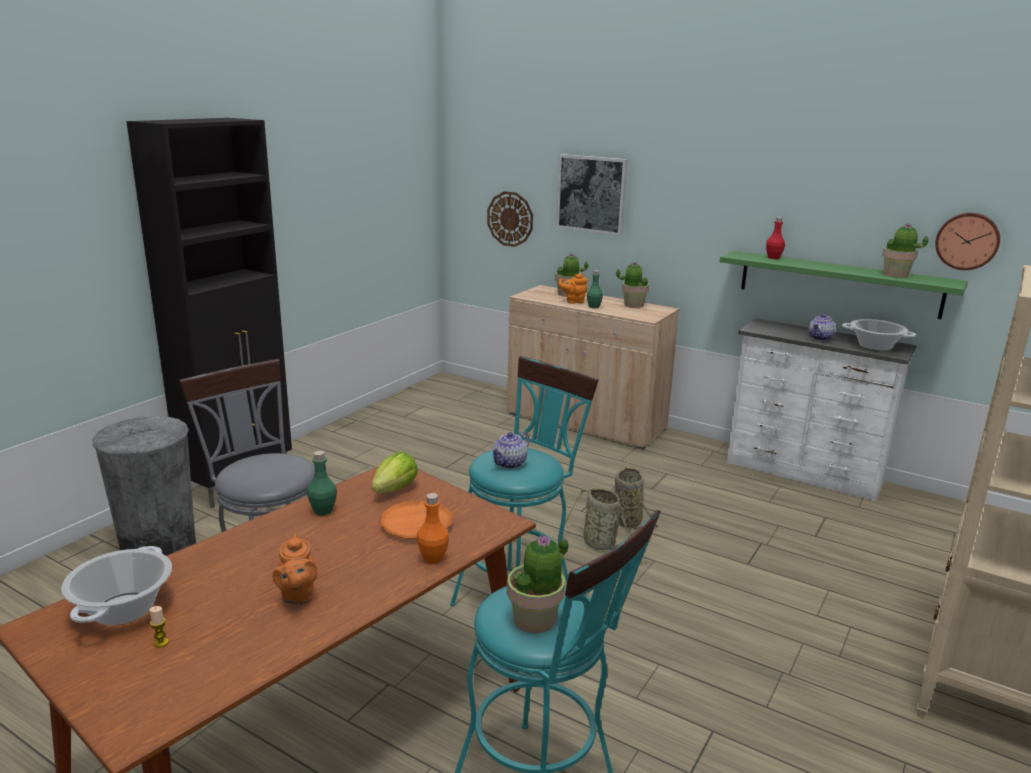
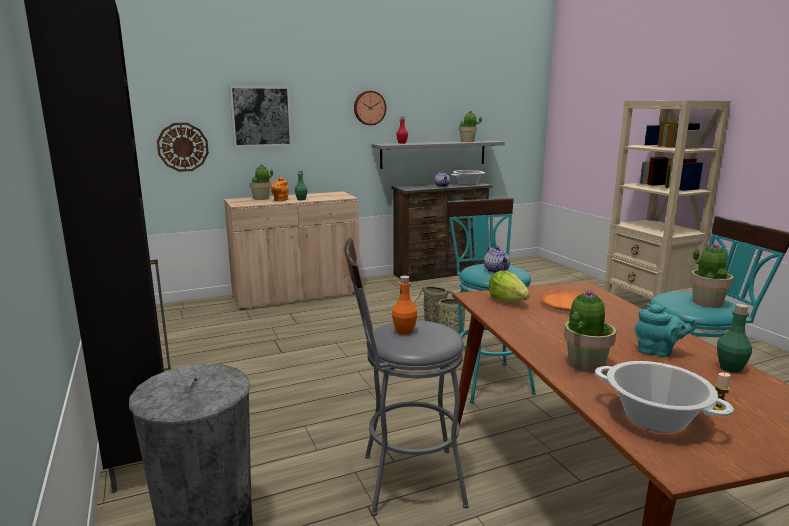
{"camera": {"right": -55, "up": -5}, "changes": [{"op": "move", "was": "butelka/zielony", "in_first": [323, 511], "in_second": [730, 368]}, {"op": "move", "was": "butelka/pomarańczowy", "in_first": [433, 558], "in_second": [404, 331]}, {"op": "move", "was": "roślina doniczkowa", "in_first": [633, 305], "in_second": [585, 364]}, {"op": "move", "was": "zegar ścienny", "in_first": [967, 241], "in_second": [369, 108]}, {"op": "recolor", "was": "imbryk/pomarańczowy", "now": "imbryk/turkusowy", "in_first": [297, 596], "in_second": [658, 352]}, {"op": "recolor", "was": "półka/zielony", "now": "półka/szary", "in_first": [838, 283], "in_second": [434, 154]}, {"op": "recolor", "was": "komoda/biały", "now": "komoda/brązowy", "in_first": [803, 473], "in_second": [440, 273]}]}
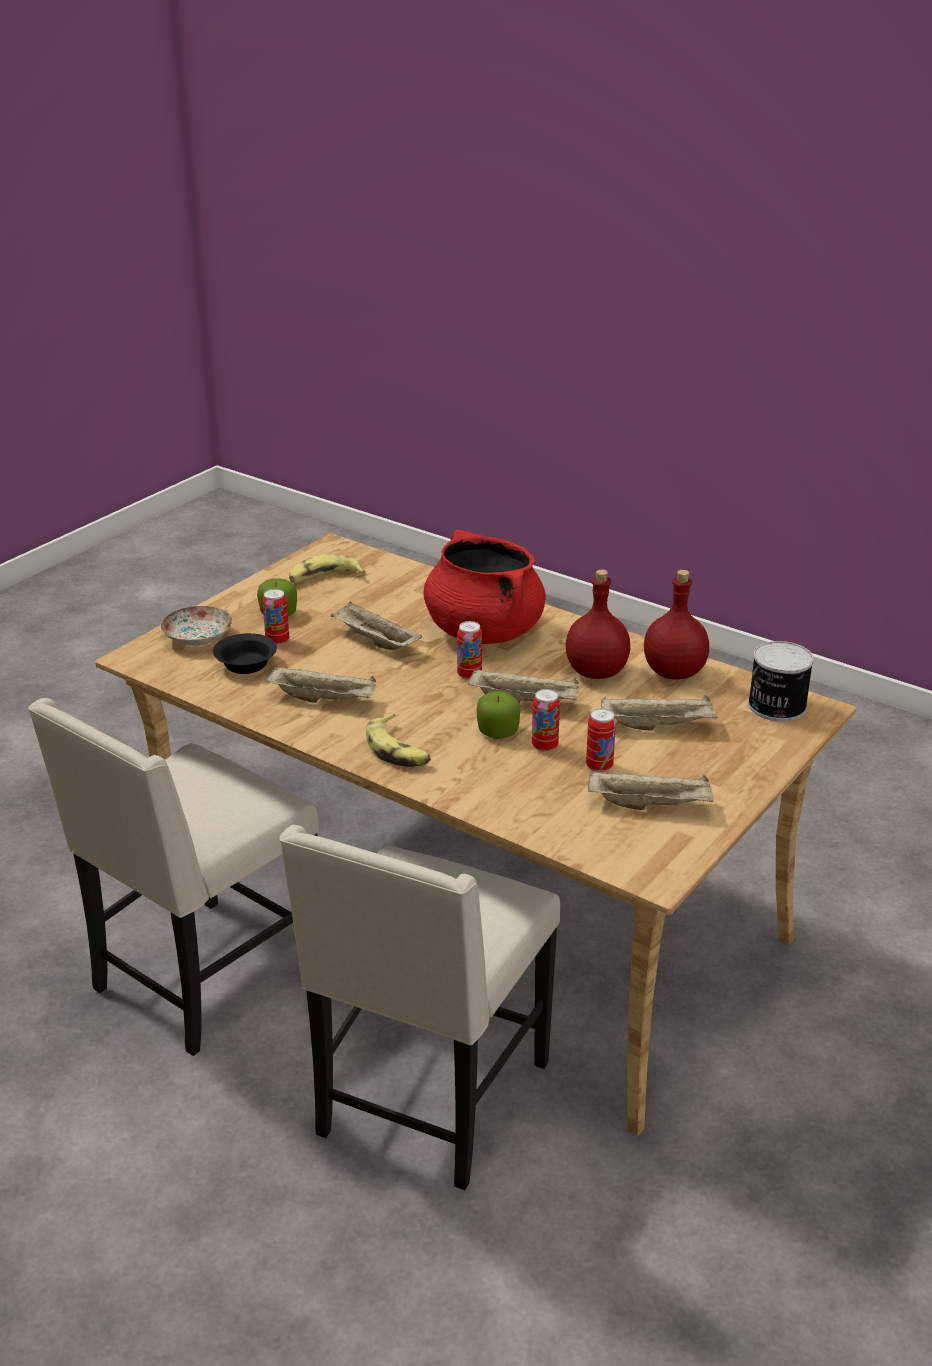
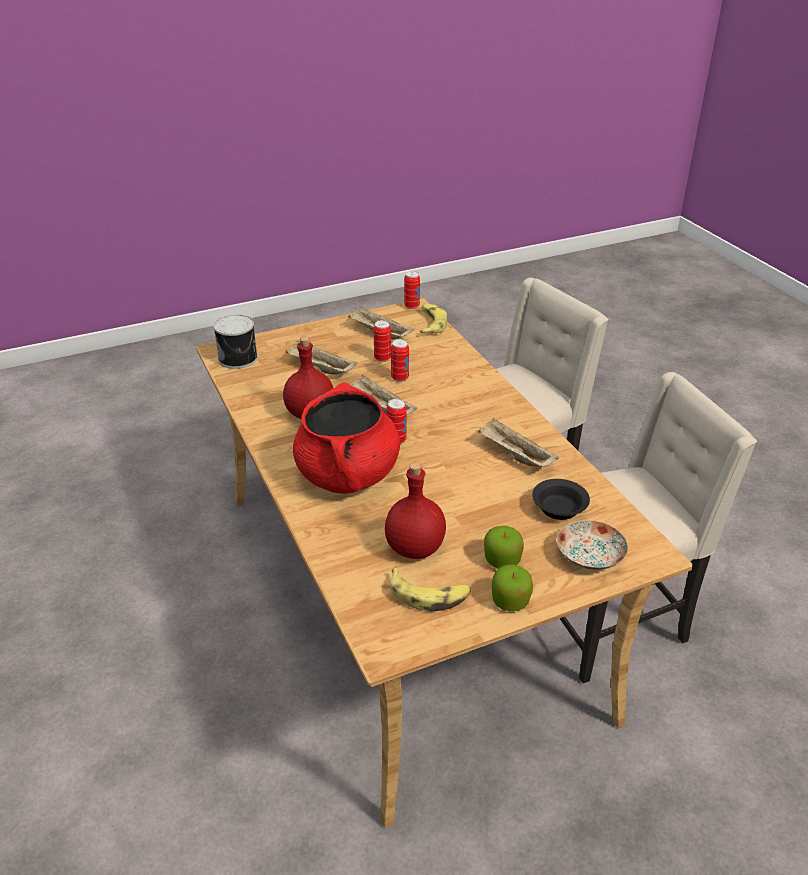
{"camera": {"right": -150, "up": 5}, "changes": [{"op": "delete", "was": "taca/beżowy", "in_first": [374, 641]}, {"op": "move", "was": "puszka", "in_first": [277, 641], "in_second": [411, 306]}, {"op": "move", "was": "banan", "in_first": [398, 750], "in_second": [430, 324]}, {"op": "move", "was": "jabłko", "in_first": [498, 731], "in_second": [510, 601]}, {"op": "move", "was": "butelka/czerwony", "in_first": [675, 672], "in_second": [414, 547]}]}
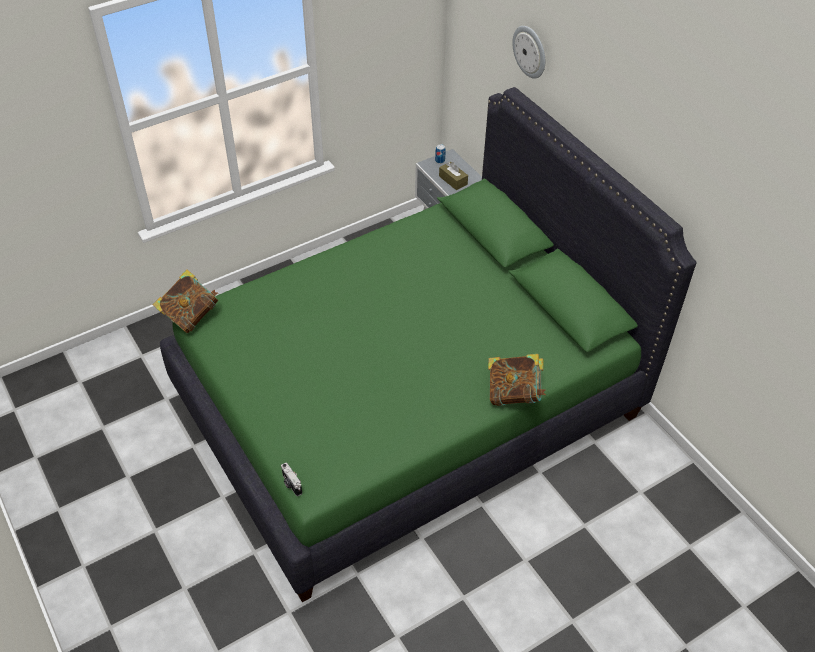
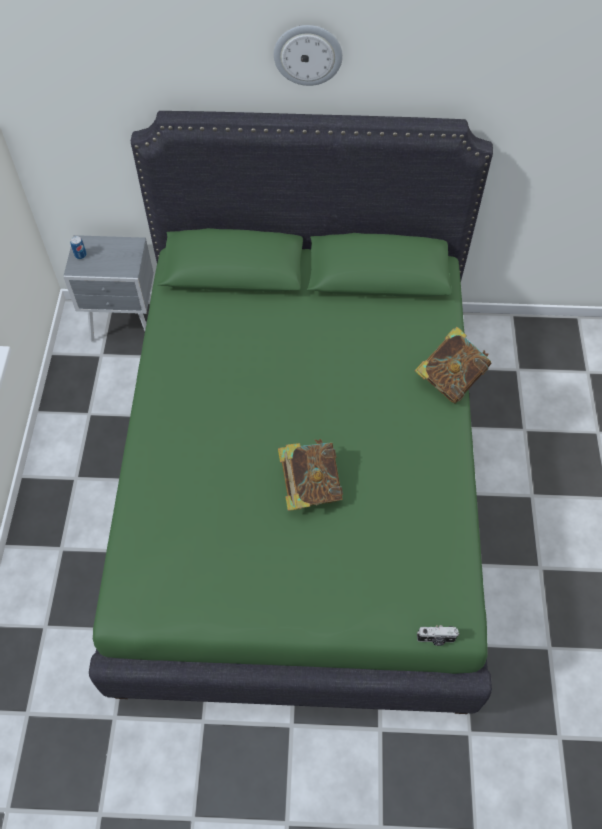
{"camera": {"right": -55, "up": 10}, "changes": [{"op": "delete", "was": "pudełko chusteczek/brązowy", "in_first": [453, 180]}, {"op": "move", "was": "książka", "in_first": [190, 316], "in_second": [310, 486]}, {"op": "move", "was": "zegar ścienny", "in_first": [530, 51], "in_second": [308, 54]}]}
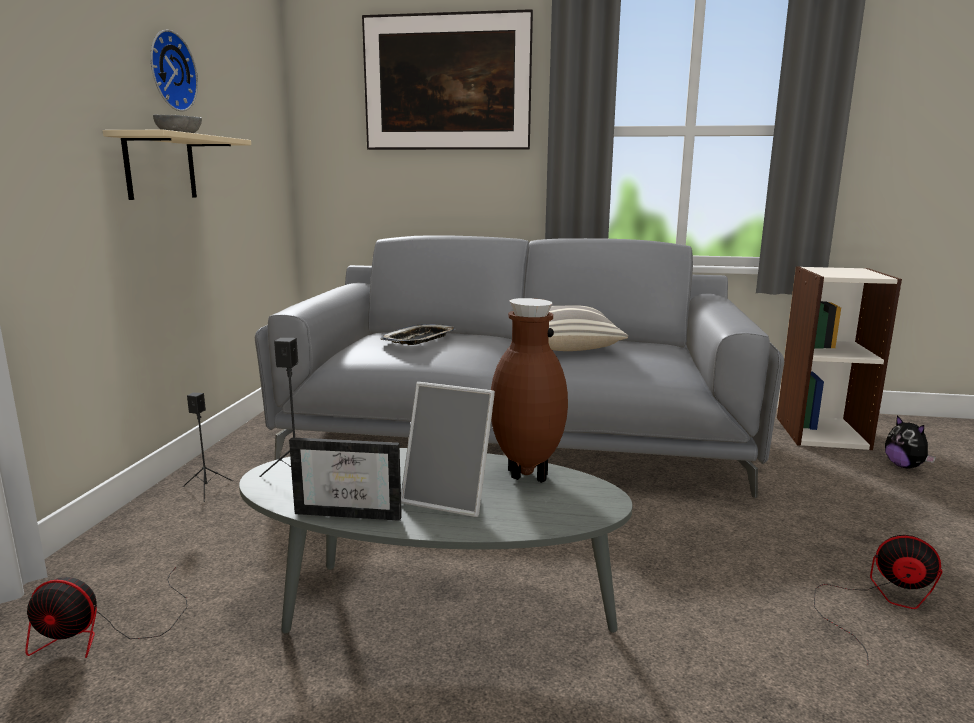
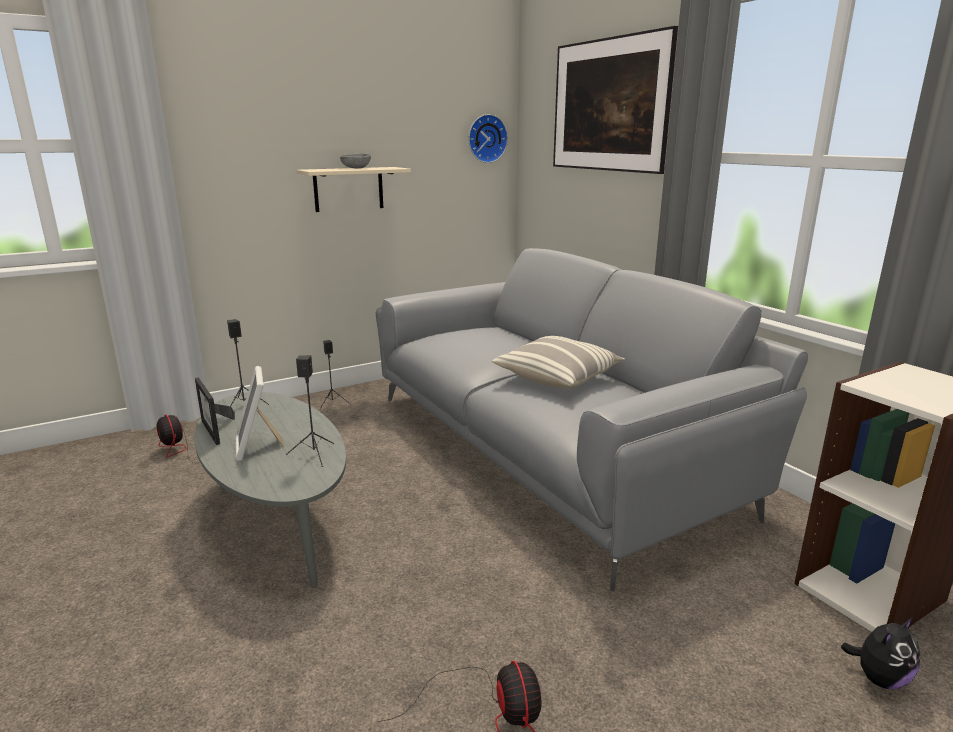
{"camera": {"right": 50, "up": 5}, "changes": [{"op": "delete", "was": "taca", "in_first": [419, 340]}, {"op": "move", "was": "zegar ścienny", "in_first": [169, 71], "in_second": [486, 138]}, {"op": "replace", "was": "wazon/brązowy", "now": "głośnik/czarny", "in_first": [525, 475], "in_second": [314, 454]}, {"op": "rotate", "was": "pluszak", "in_first": [904, 466], "in_second": [879, 678], "clockwise": -150}]}
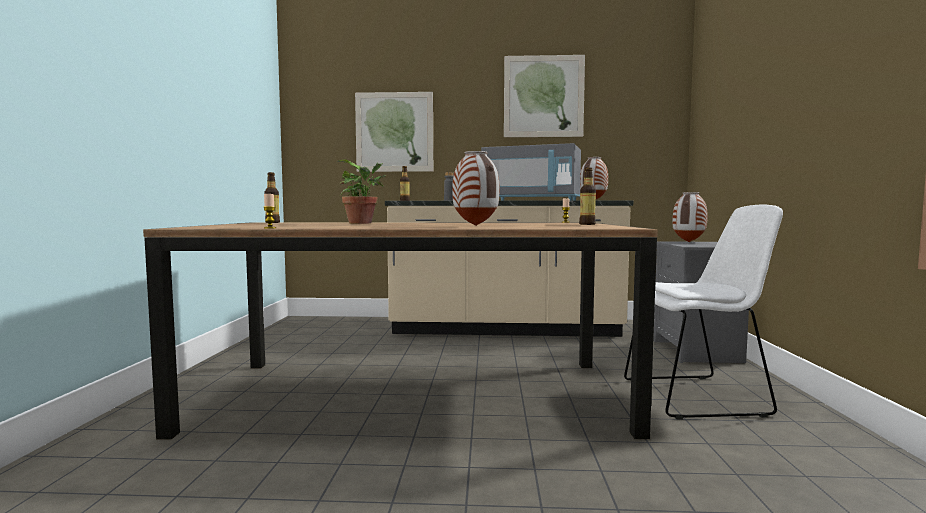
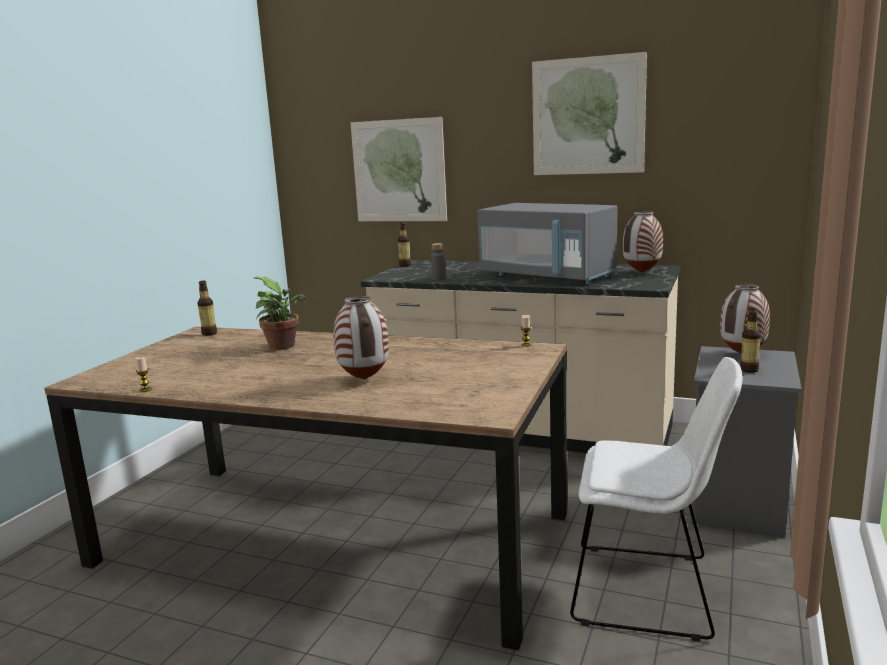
{"camera": {"right": 20, "up": 10}, "changes": [{"op": "move", "was": "butelka", "in_first": [587, 224], "in_second": [748, 370]}]}
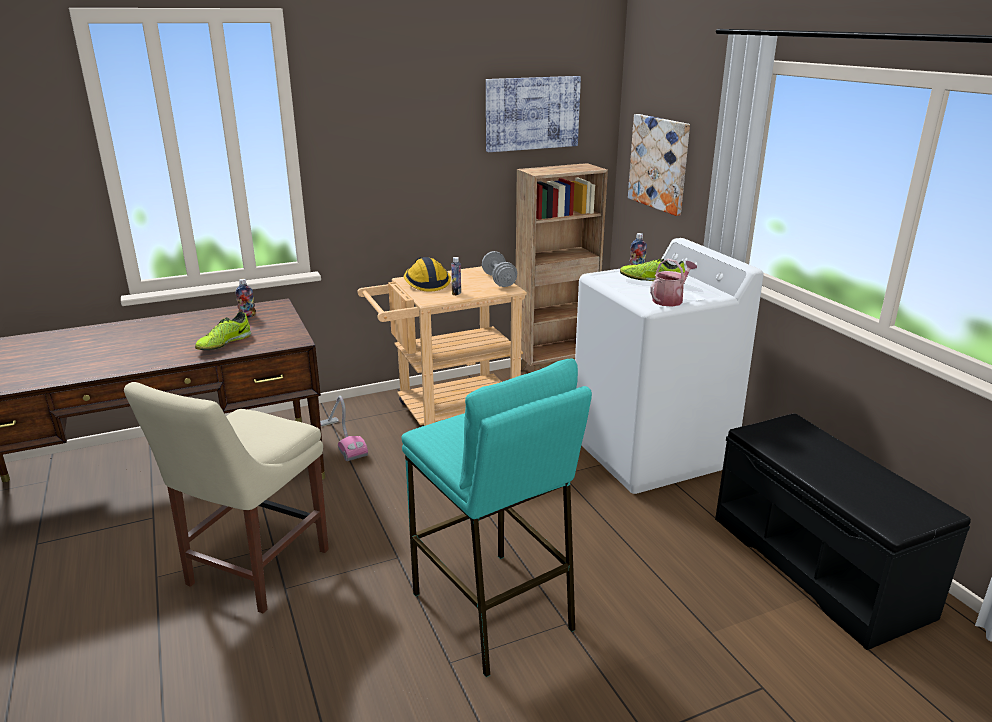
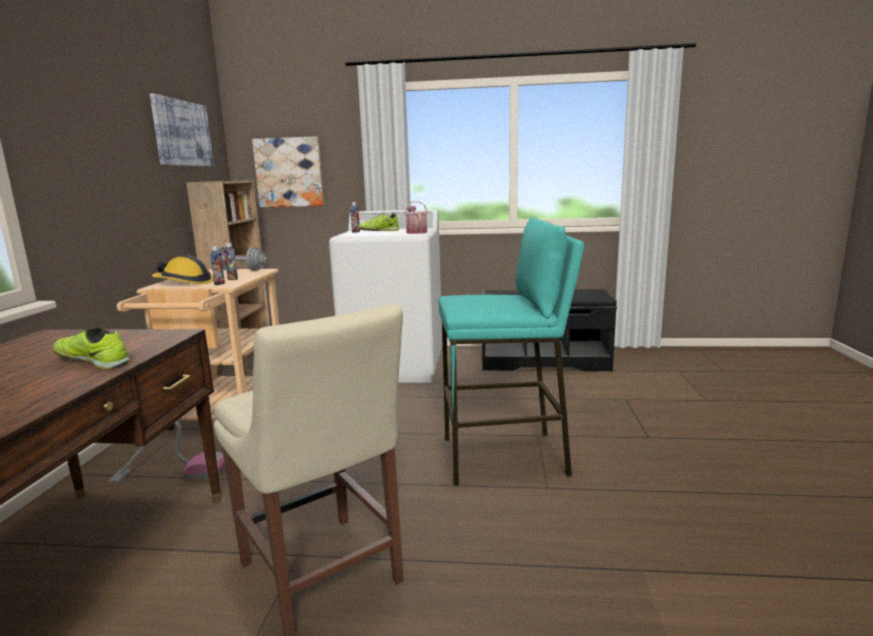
{"camera": {"right": -60, "up": -10}, "changes": [{"op": "move", "was": "butelka", "in_first": [247, 316], "in_second": [219, 284]}, {"op": "rotate", "was": "but", "in_first": [224, 344], "in_second": [93, 361], "clockwise": 150}]}
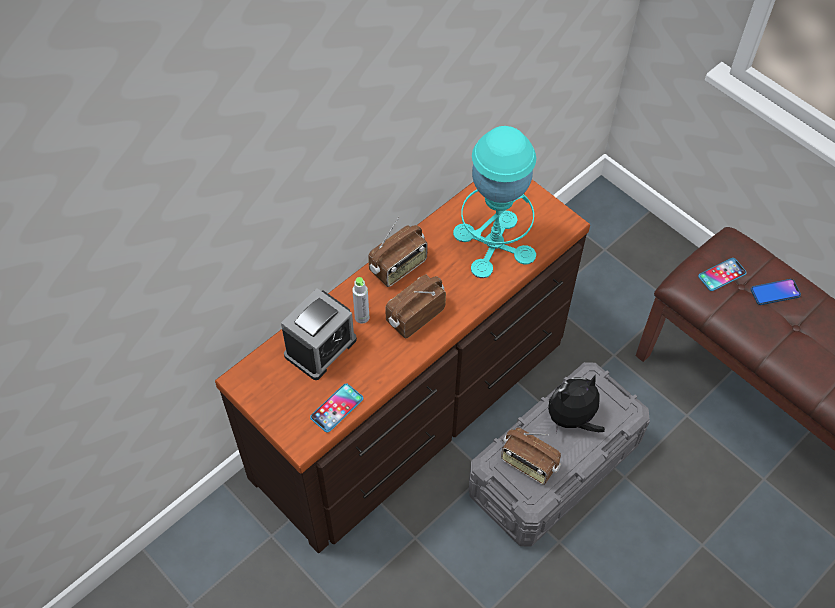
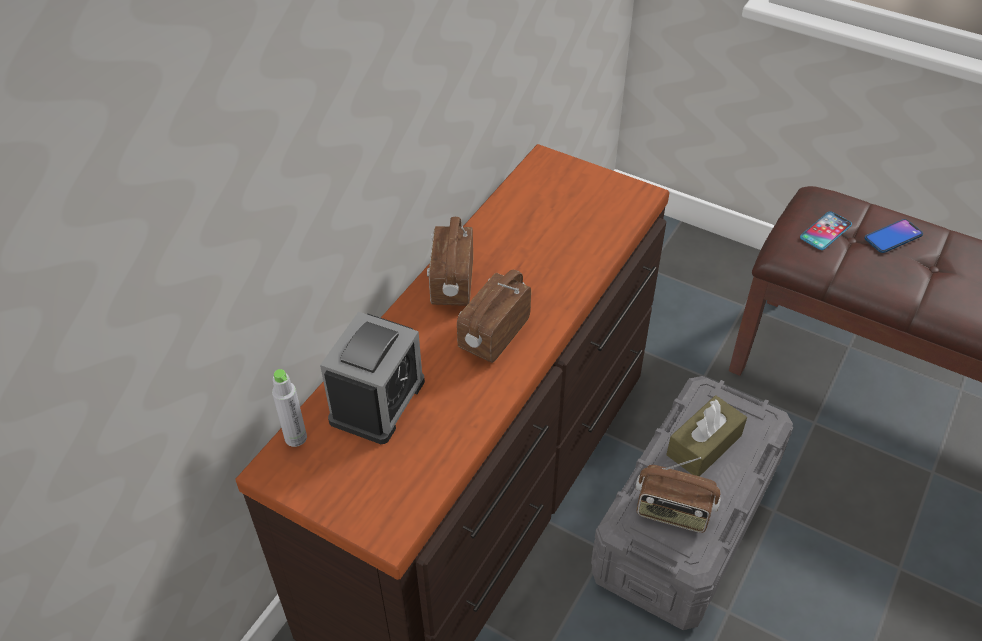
{"camera": {"right": -15, "up": -10}, "changes": [{"op": "delete", "was": "telefon", "in_first": [337, 408]}, {"op": "delete", "was": "lampa stołowa/turkusowy", "in_first": [494, 244]}, {"op": "move", "was": "butelka/szary", "in_first": [362, 317], "in_second": [295, 438]}, {"op": "replace", "was": "pluszak", "now": "pudełko chusteczek/brązowy", "in_first": [572, 419], "in_second": [704, 445]}, {"op": "rotate", "was": "radio", "in_first": [399, 267], "in_second": [451, 283], "clockwise": 150}]}
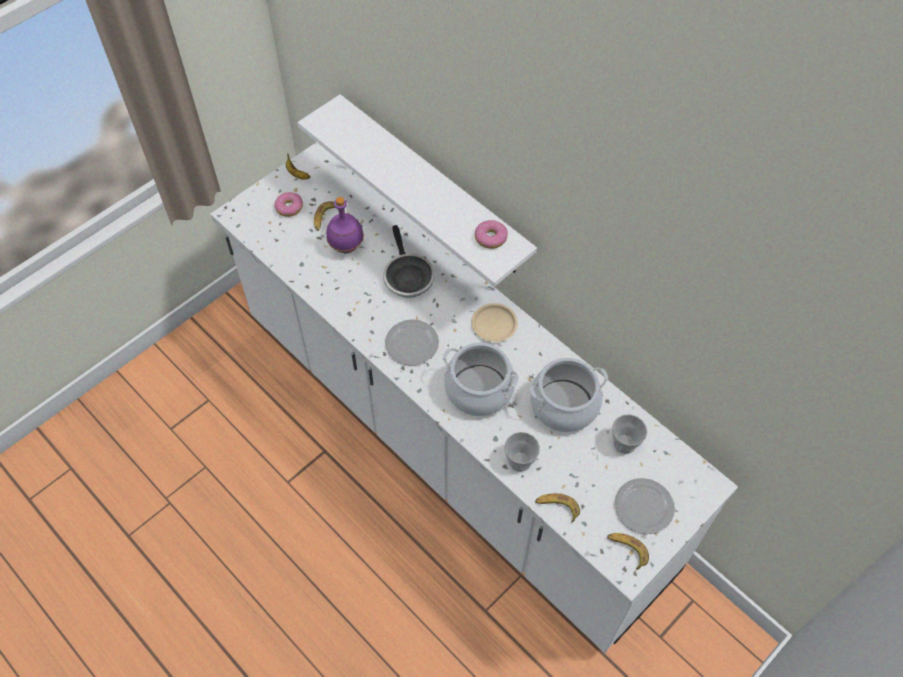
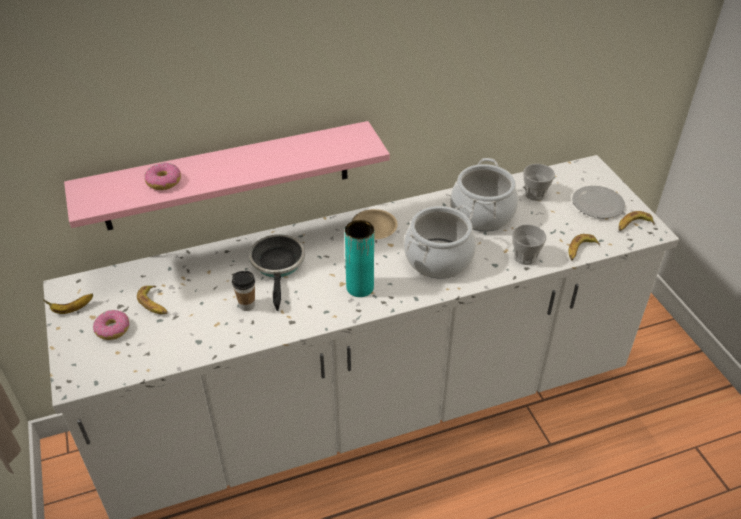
{"camera": {"right": -65, "up": -15}, "changes": [{"op": "delete", "was": "butelka/fioletowy", "in_first": [347, 247]}, {"op": "insert", "now": "filiżanka", "in_second": [247, 305]}, {"op": "move", "was": "donut", "in_first": [490, 238], "in_second": [164, 182]}, {"op": "replace", "was": "talerz", "now": "wazon/turkusowy", "in_first": [411, 344], "in_second": [360, 287]}, {"op": "recolor", "was": "półka/biały", "now": "półka/różowy", "in_first": [433, 187], "in_second": [227, 176]}, {"op": "rotate", "was": "patelnia", "in_first": [407, 276], "in_second": [278, 266], "clockwise": -105}]}
